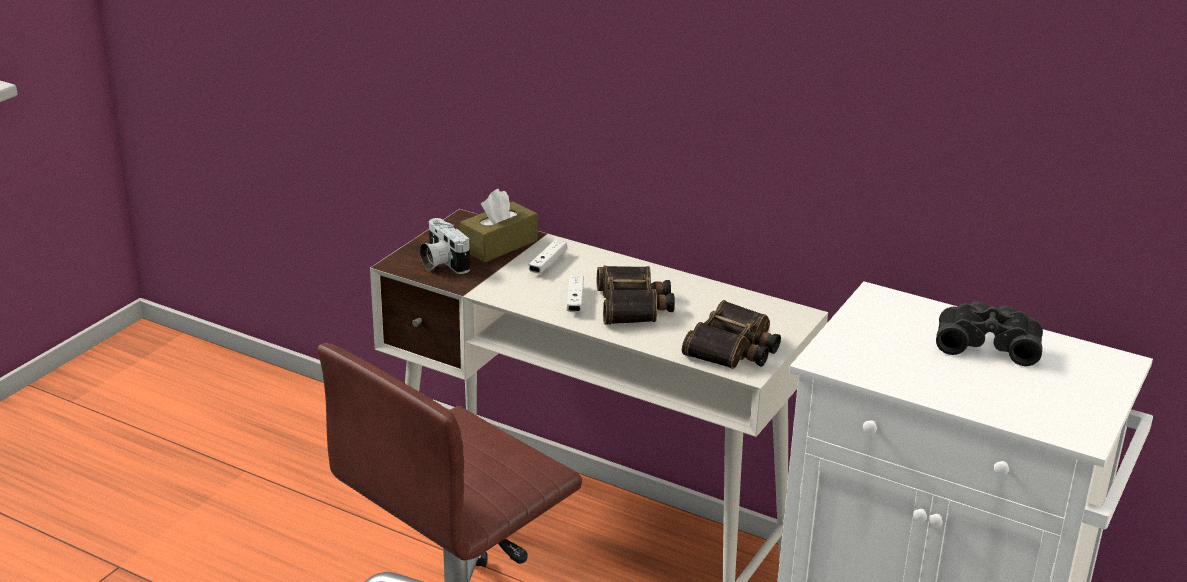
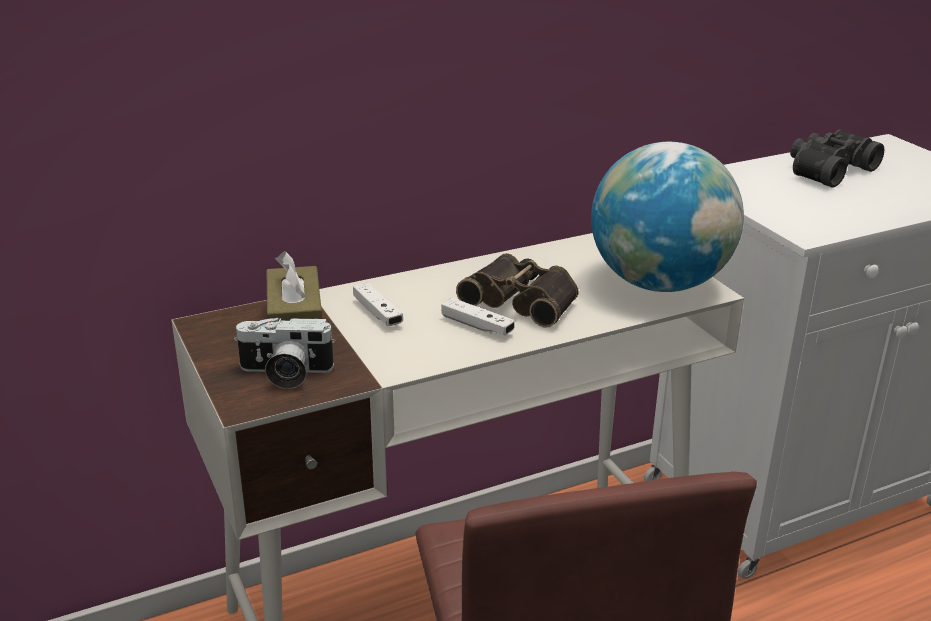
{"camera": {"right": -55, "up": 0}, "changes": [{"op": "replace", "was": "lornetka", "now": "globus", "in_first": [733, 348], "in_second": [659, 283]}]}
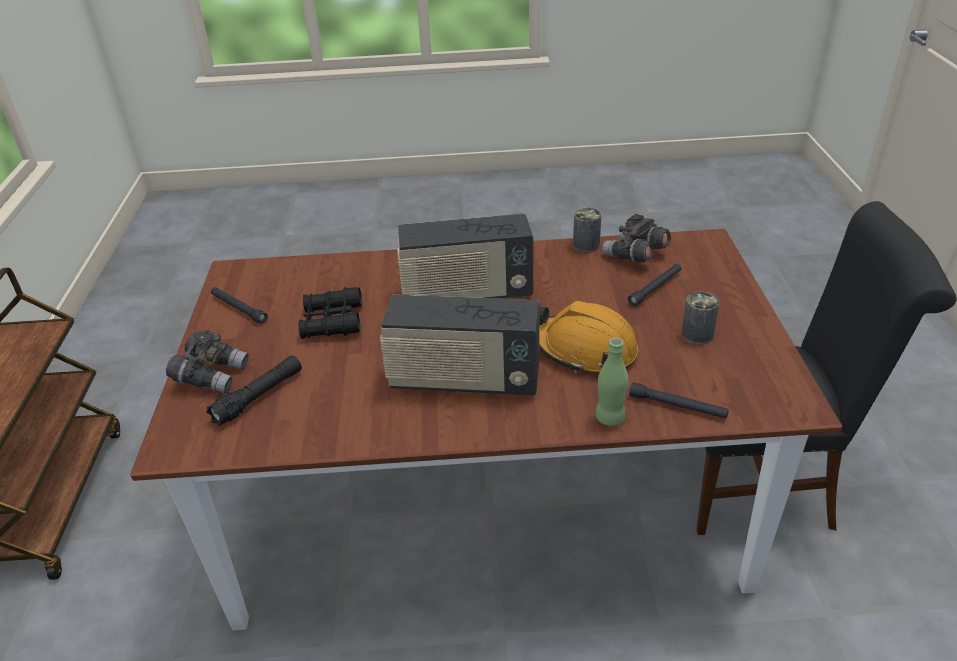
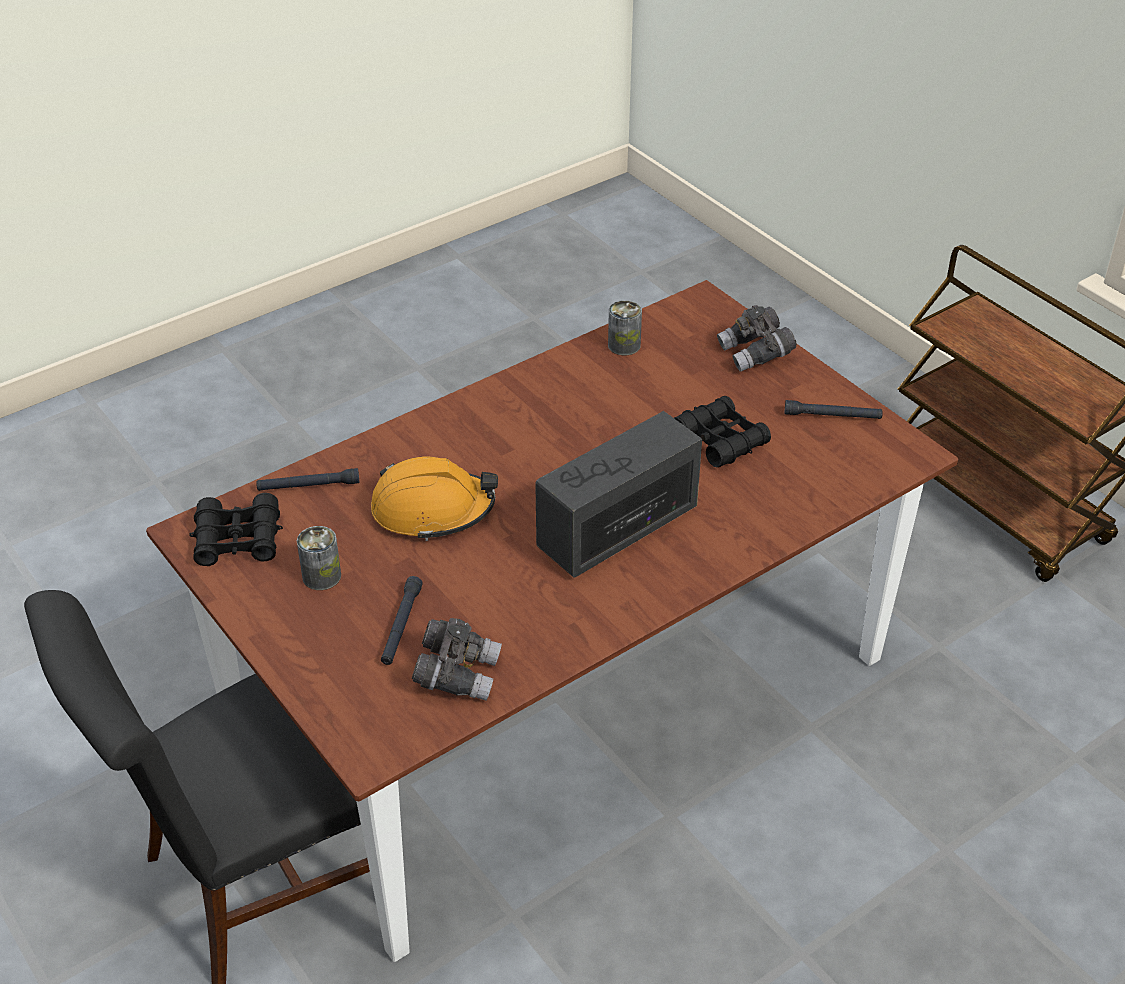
{"camera": {"right": 145, "up": 5}, "changes": [{"op": "delete", "was": "latarka/czarny", "in_first": [259, 397]}, {"op": "delete", "was": "radio", "in_first": [464, 380]}, {"op": "delete", "was": "butelka/zielony", "in_first": [609, 418]}, {"op": "insert", "now": "lornetka/czarny", "in_second": [238, 540]}, {"op": "move", "was": "puszka", "in_first": [586, 245], "in_second": [624, 345]}]}
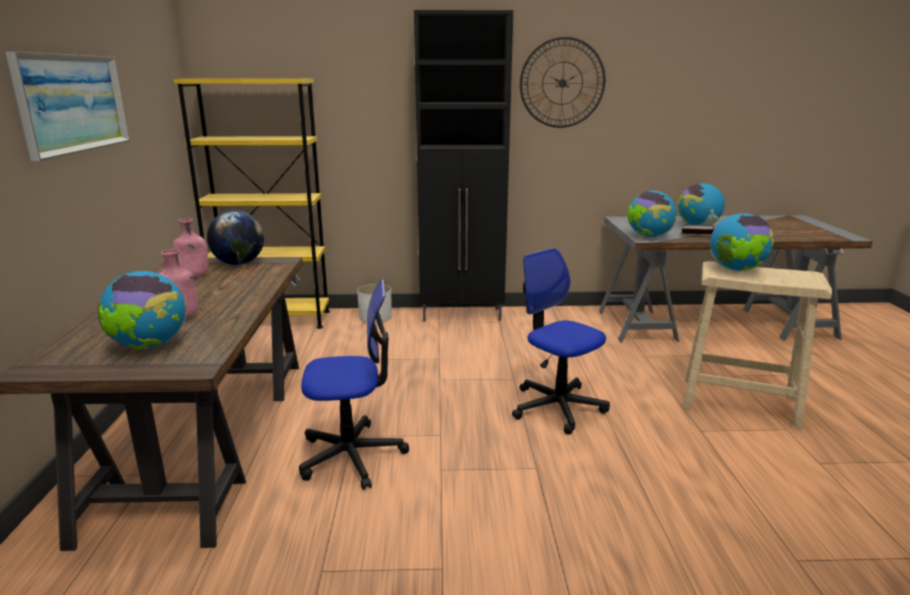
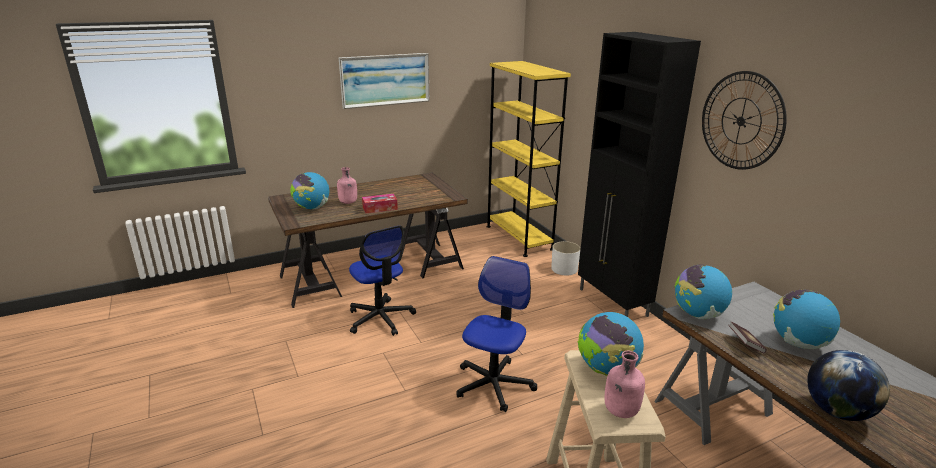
{"camera": {"right": 65, "up": 5}, "changes": [{"op": "insert", "now": "pudełko chusteczek", "in_second": [380, 208]}, {"op": "move", "was": "butelka/różowy", "in_first": [194, 276], "in_second": [620, 411]}, {"op": "move", "was": "globus", "in_first": [239, 263], "in_second": [837, 411]}]}
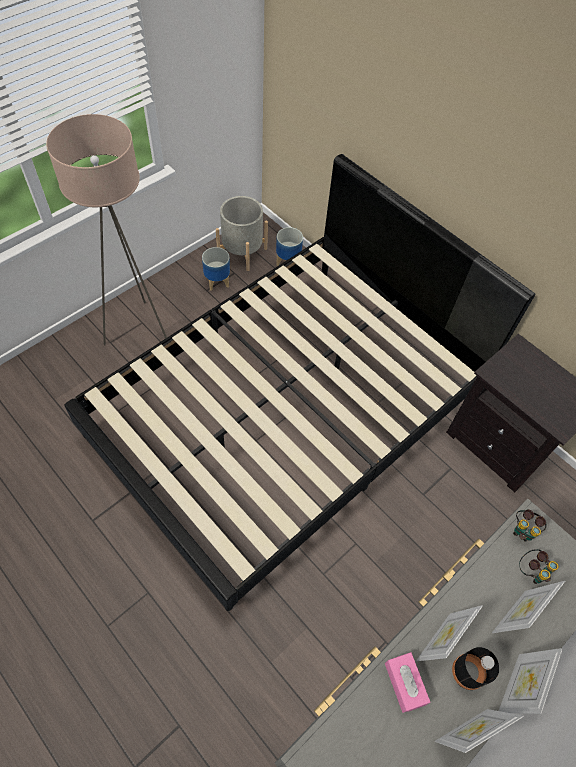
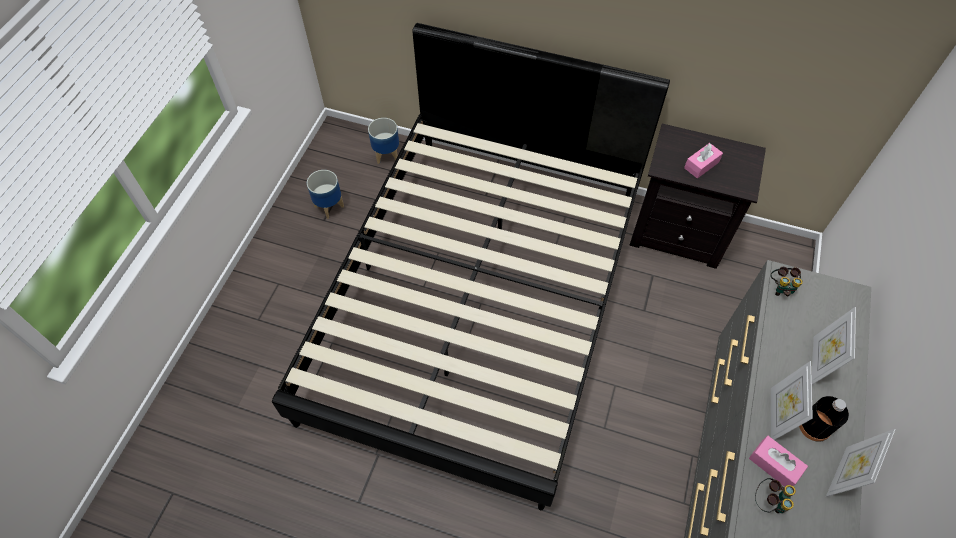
{"camera": {"right": -25, "up": 0}, "changes": [{"op": "delete", "was": "lampa stojąca/beżowy", "in_first": [139, 330]}, {"op": "delete", "was": "donica/szary", "in_first": [242, 252]}, {"op": "delete", "was": "ramka na zdjęcie", "in_first": [515, 686]}, {"op": "insert", "now": "pudełko chusteczek/różowy", "in_second": [701, 165]}, {"op": "move", "was": "lornetka", "in_first": [531, 571], "in_second": [768, 501]}]}
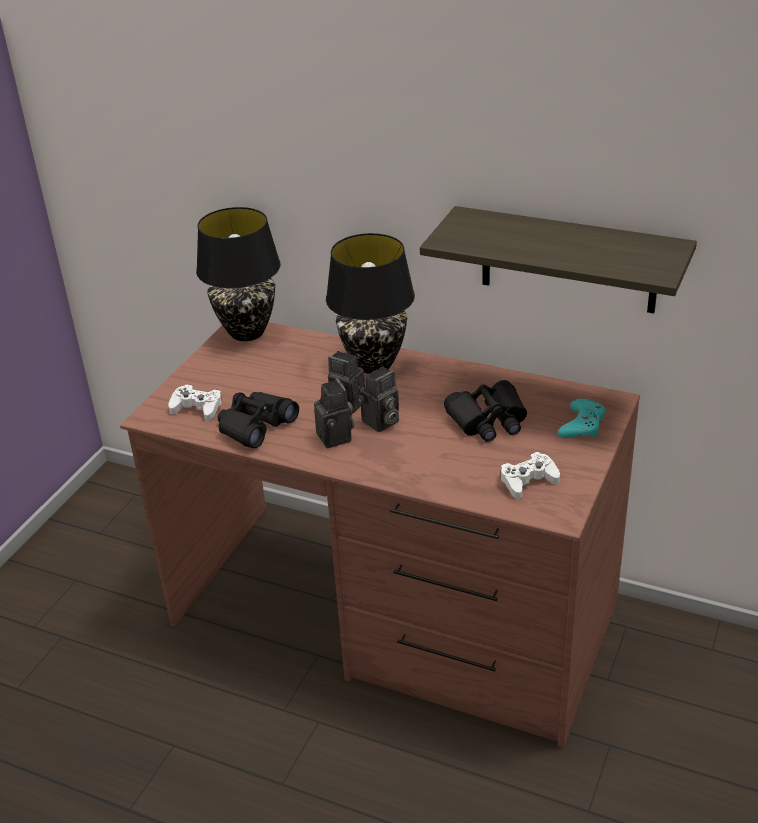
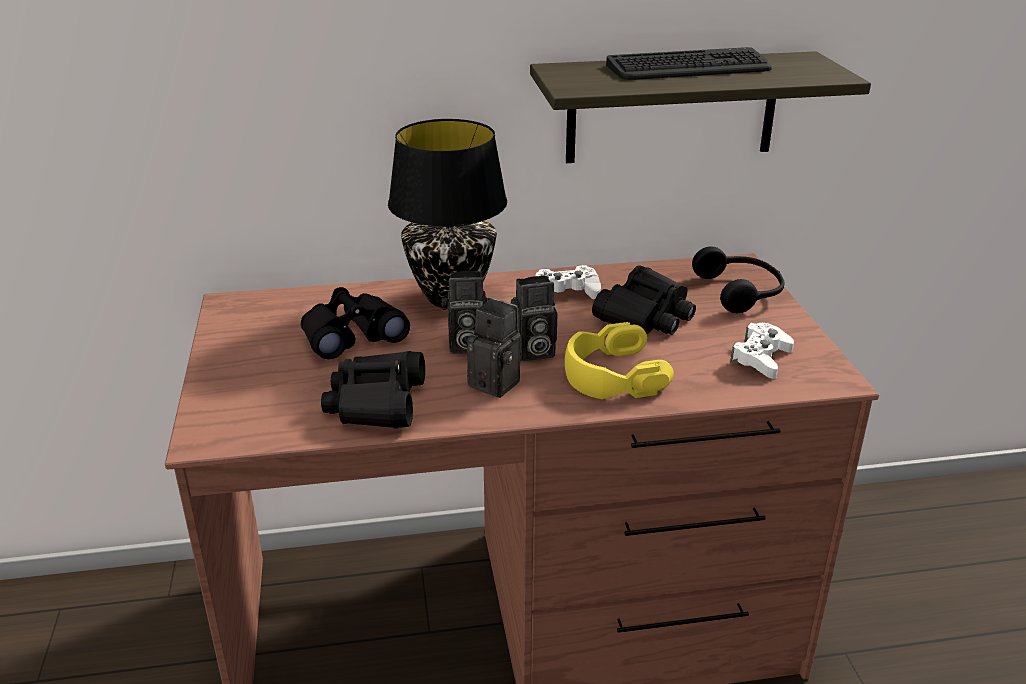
{"camera": {"right": -35, "up": -5}, "changes": [{"op": "delete", "was": "lampa stołowa/czarny", "in_first": [247, 333]}, {"op": "insert", "now": "lornetka/czarny", "in_second": [352, 336]}, {"op": "insert", "now": "słuchawki/żółty", "in_second": [612, 375]}, {"op": "insert", "now": "klawiatura", "in_second": [688, 67]}, {"op": "move", "was": "pad do gier/biały", "in_first": [197, 408], "in_second": [566, 292]}, {"op": "replace", "was": "pad do gier/turkusowy", "now": "słuchawki/czarny", "in_first": [582, 424], "in_second": [741, 292]}, {"op": "rotate", "was": "aparat fotograficzny", "in_first": [380, 423], "in_second": [531, 352], "clockwise": 60}]}
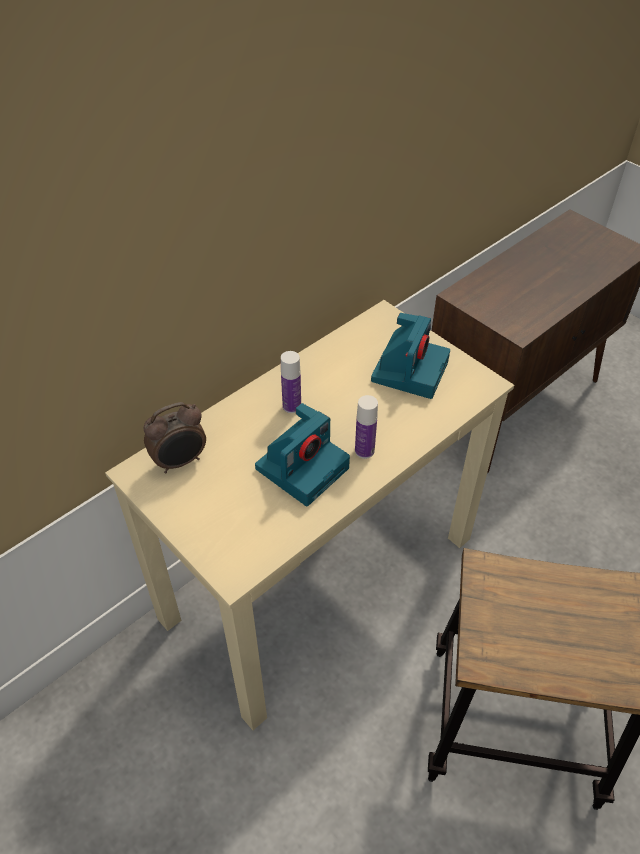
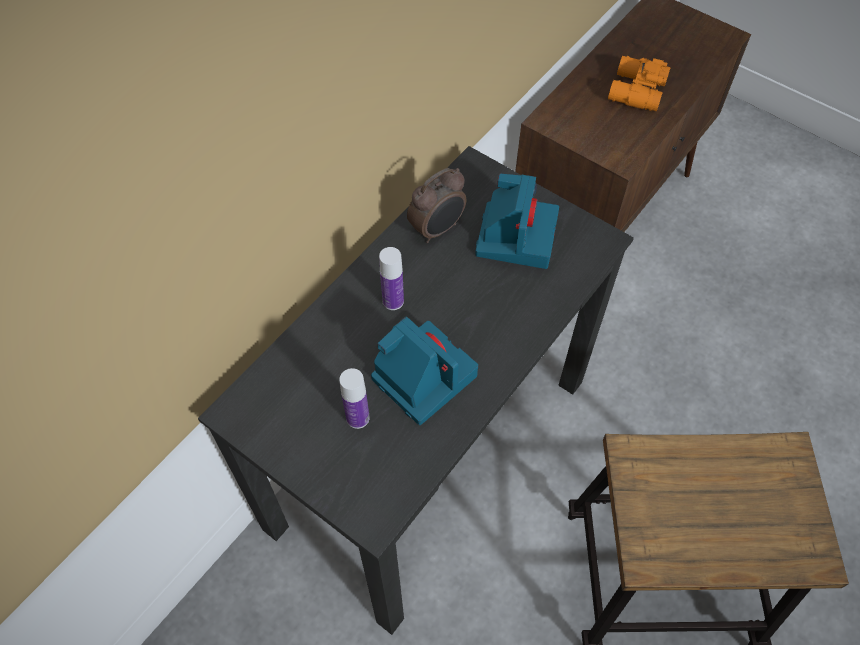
{"camera": {"right": -10, "up": 10}, "changes": [{"op": "insert", "now": "lornetka/pomarańczowy", "in_second": [635, 91]}, {"op": "move", "was": "budzik", "in_first": [180, 462], "in_second": [438, 229]}, {"op": "move", "was": "butelka", "in_first": [364, 451], "in_second": [358, 418]}, {"op": "recolor", "was": "biurko/beżowy", "now": "biurko/czarny", "in_first": [320, 576], "in_second": [430, 451]}, {"op": "rotate", "was": "aparat fotograficzny", "in_first": [303, 466], "in_second": [421, 376], "clockwise": -75}]}
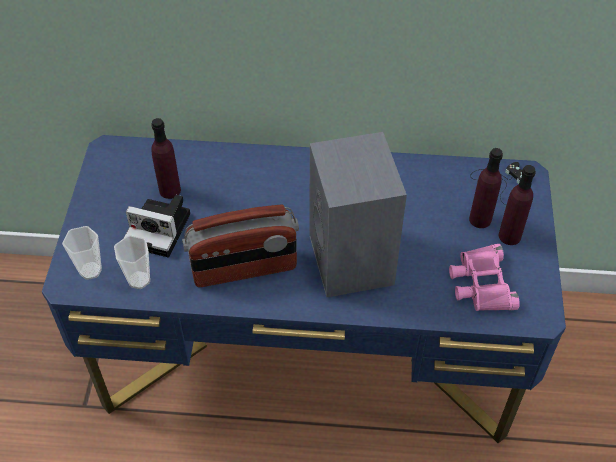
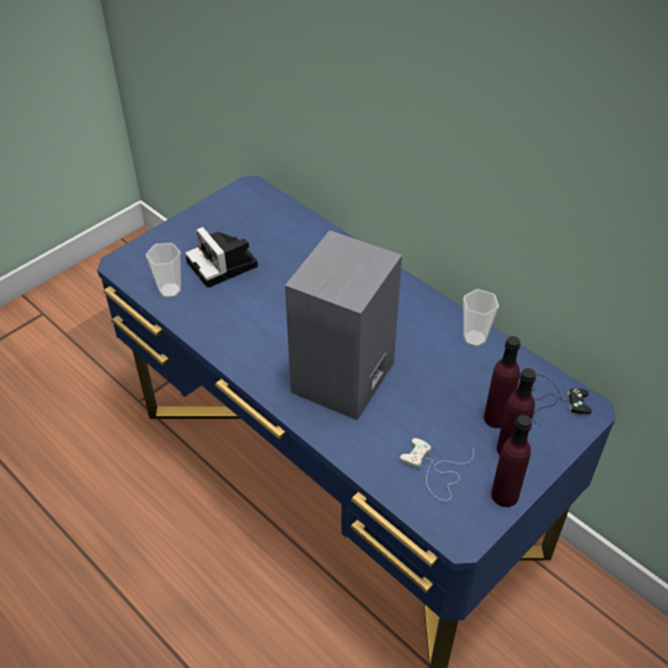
{"camera": {"right": 40, "up": -5}, "changes": [{"op": "delete", "was": "radio", "in_first": [244, 269]}, {"op": "move", "was": "filiżanka", "in_first": [90, 270], "in_second": [474, 338]}, {"op": "move", "was": "butelka/fioletowy", "in_first": [170, 190], "in_second": [504, 495]}, {"op": "replace", "was": "lornetka/różowy", "now": "pad do gier/biały", "in_first": [481, 283], "in_second": [436, 470]}]}
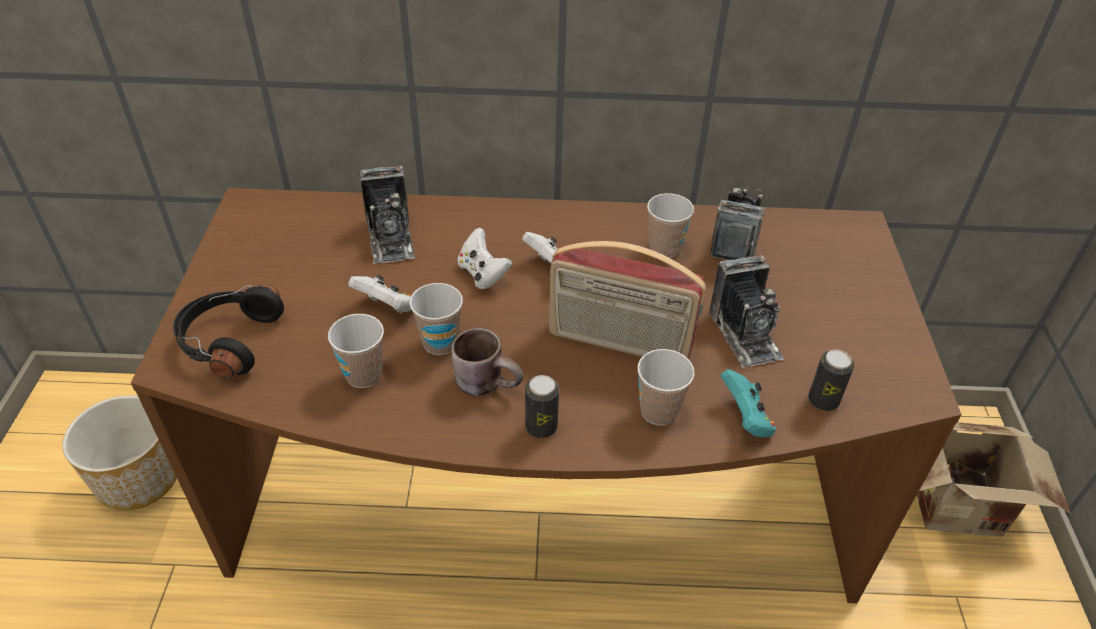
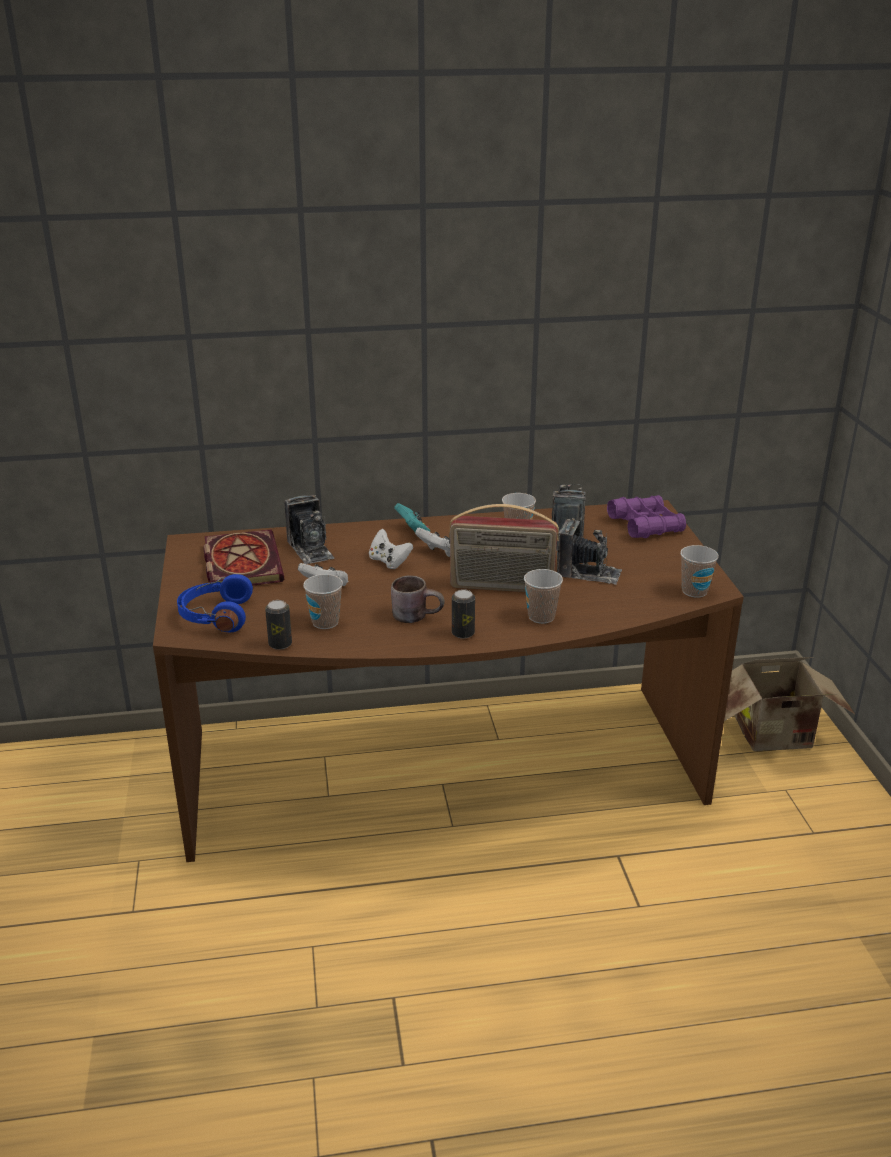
{"camera": {"right": -10, "up": -15}, "changes": [{"op": "delete", "was": "donica", "in_first": [138, 480]}, {"op": "insert", "now": "książka", "in_second": [240, 563]}, {"op": "insert", "now": "lornetka/fioletowy", "in_second": [645, 525]}, {"op": "move", "was": "filiżanka", "in_first": [440, 343], "in_second": [694, 591]}, {"op": "move", "was": "pad do gier/turkusowy", "in_first": [745, 419], "in_second": [413, 532]}, {"op": "move", "was": "puszka", "in_first": [823, 400], "in_second": [280, 644]}, {"op": "recolor", "was": "słuchawki/czarny", "now": "słuchawki/niebieski", "in_first": [228, 341], "in_second": [215, 616]}, {"op": "rotate", "was": "aparat fotograficzny", "in_first": [745, 334], "in_second": [588, 573], "clockwise": -45}]}
